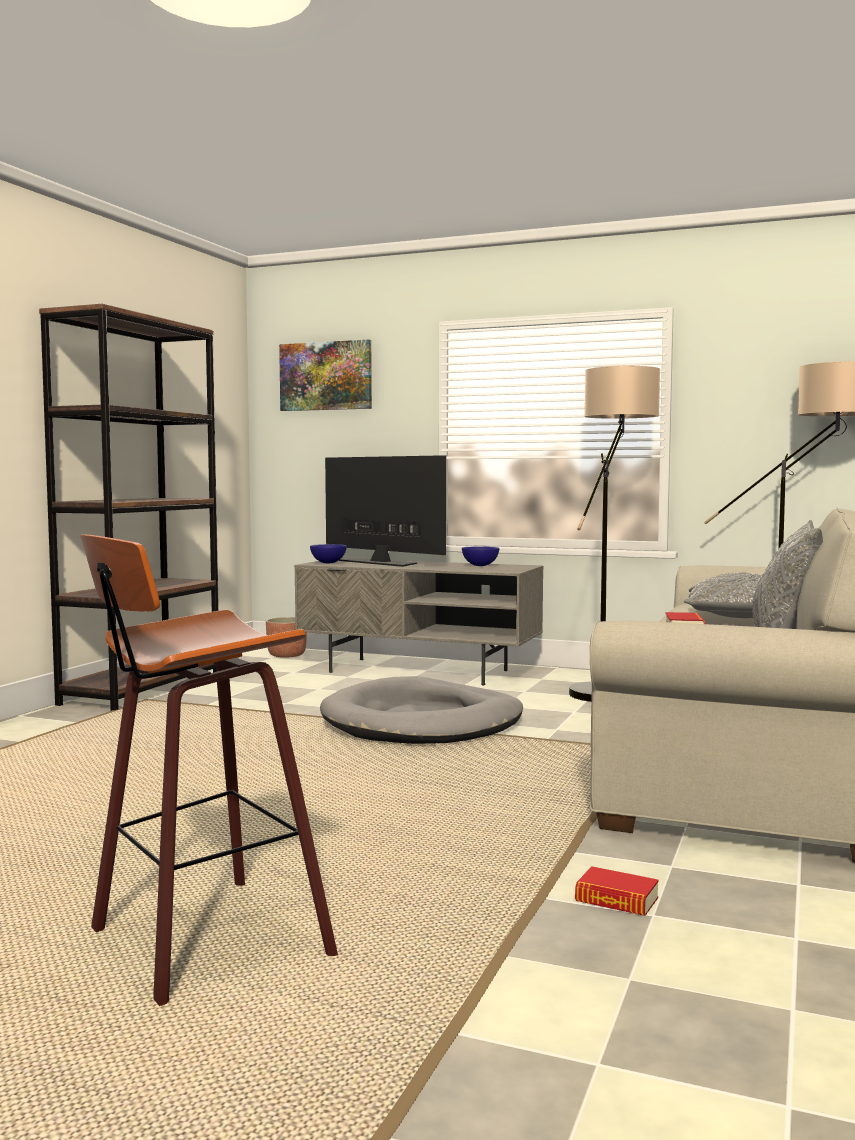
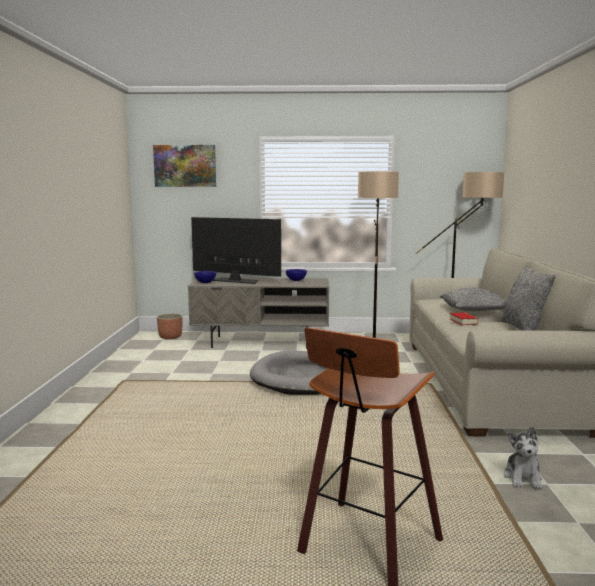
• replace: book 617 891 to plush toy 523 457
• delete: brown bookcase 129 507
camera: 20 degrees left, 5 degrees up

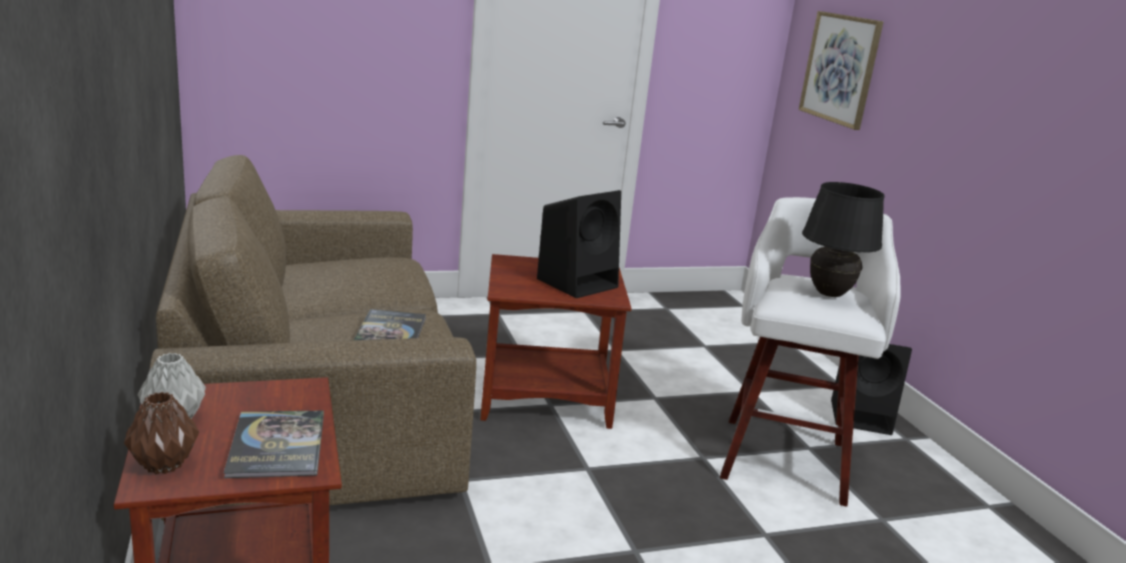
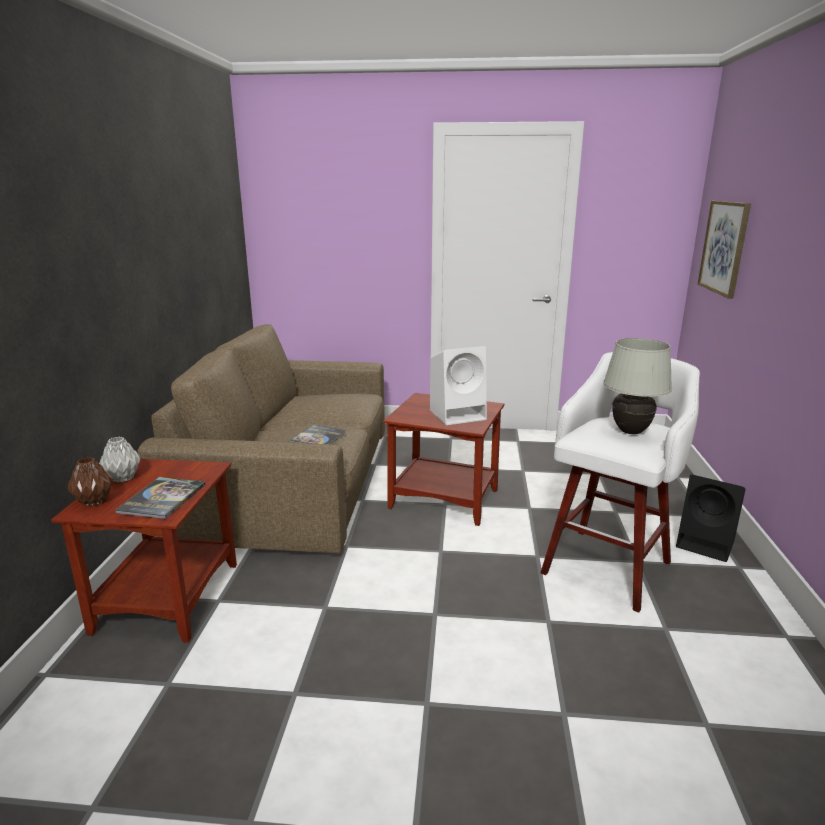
• recolor: black speaker 579 244 to white speaker 458 385
• recolor: black table lamp 843 239 to white table lamp 637 386
camera: 25 degrees right, 0 degrees up

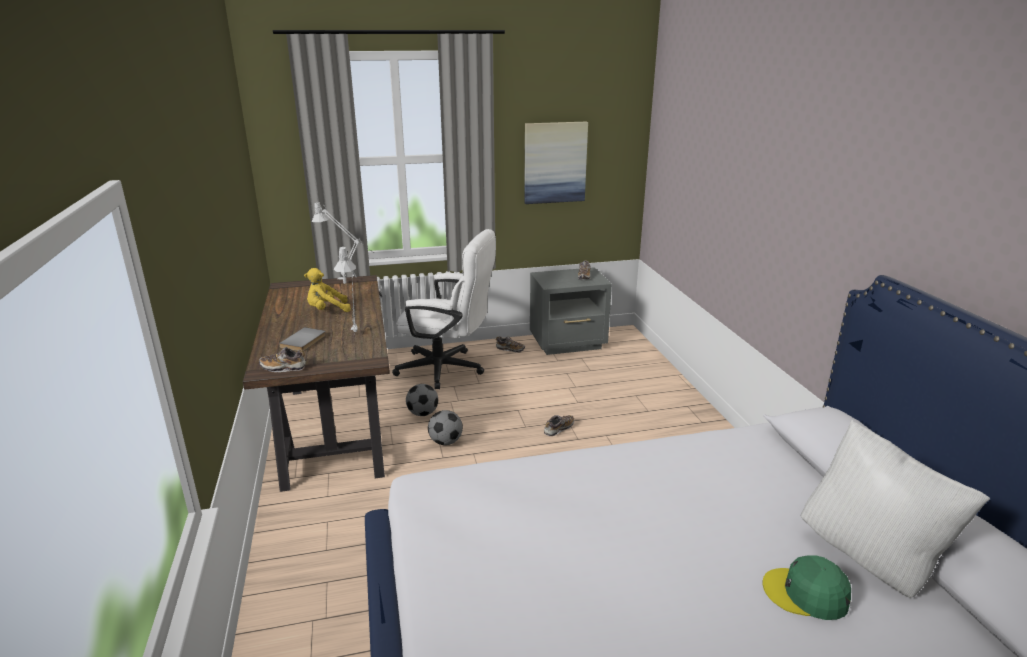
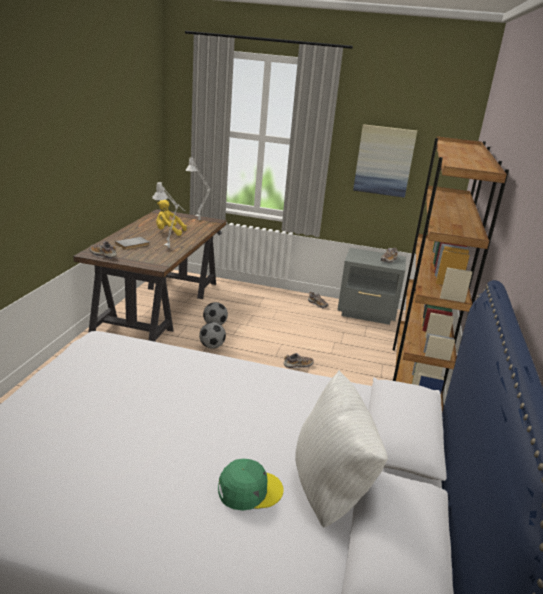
• rotate: green cap 807 587 = 251 484 120 degrees clockwise
• insert: brown bookcase 451 274
• delete: white office chair 444 309
camera: 25 degrees right, 0 degrees up

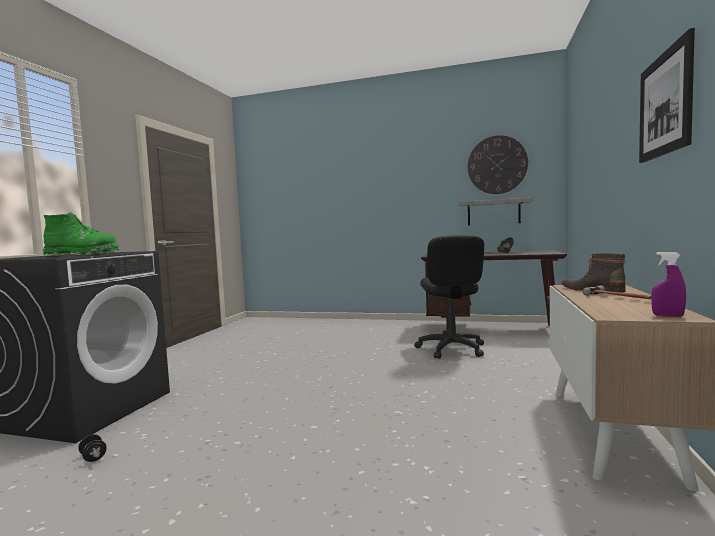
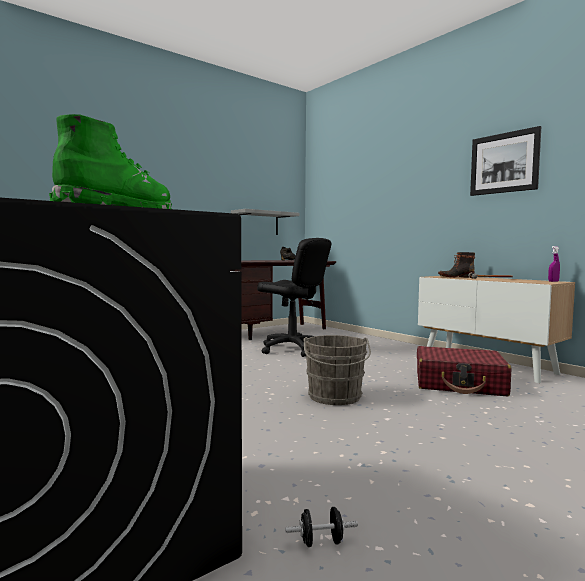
• insert: grey bucket 337 370
• insert: red suitcase 464 371
• delete: wall clock 498 164
camera: 55 degrees left, 0 degrees up

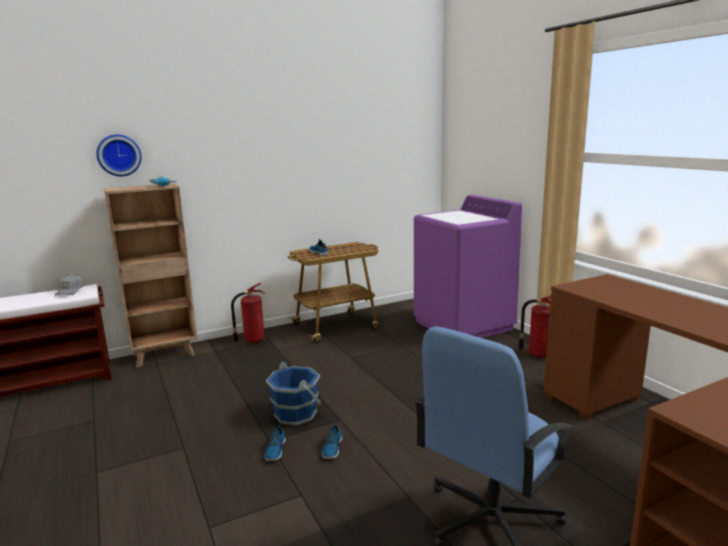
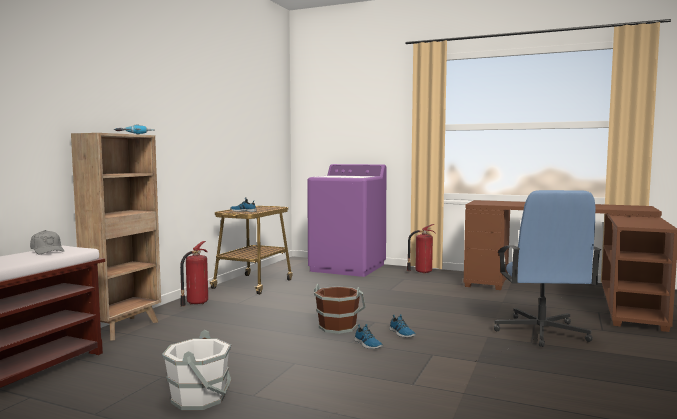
• insert: white bucket 196 370
• recolor: blue bucket 293 393 to brown bucket 340 309
• delete: wall clock 119 155
camera: 40 degrees left, 10 degrees down

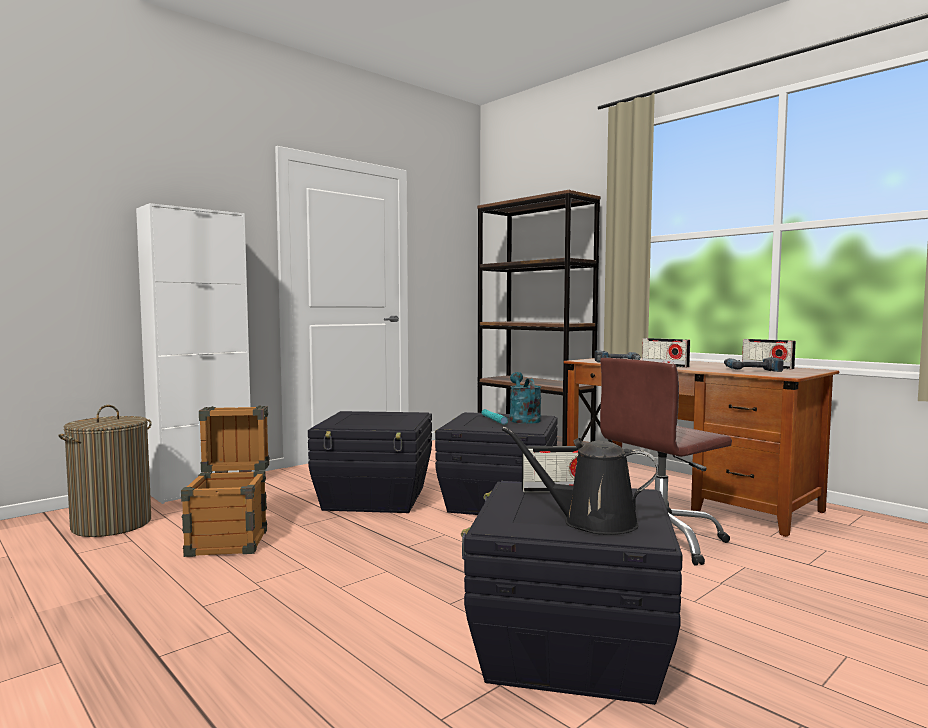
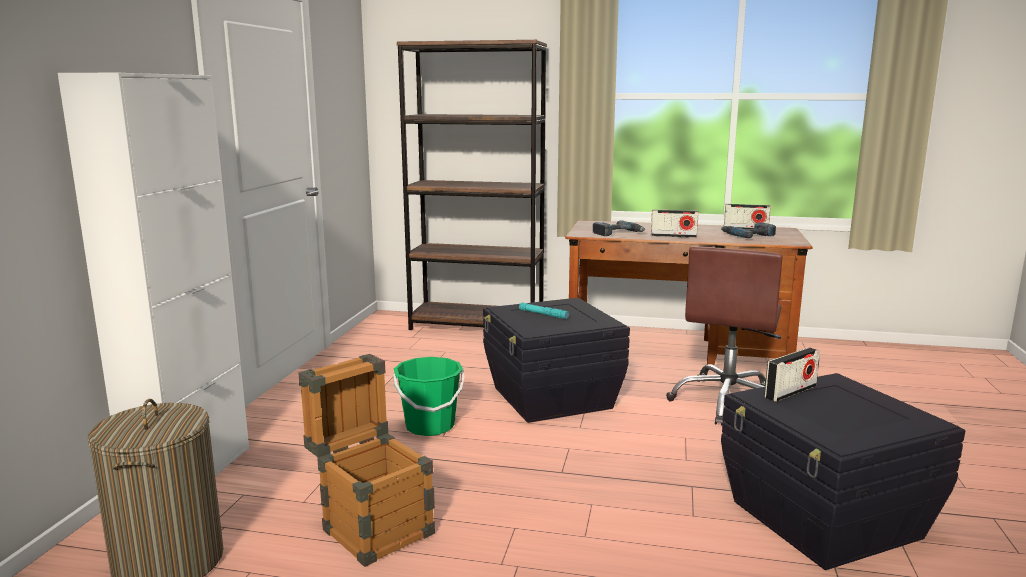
• replace: black storage box 370 462 to green bucket 429 396
• delete: black watering can 580 481
• delete: turquoise watering can 525 398
camera: 35 degrees left, 10 degrees up

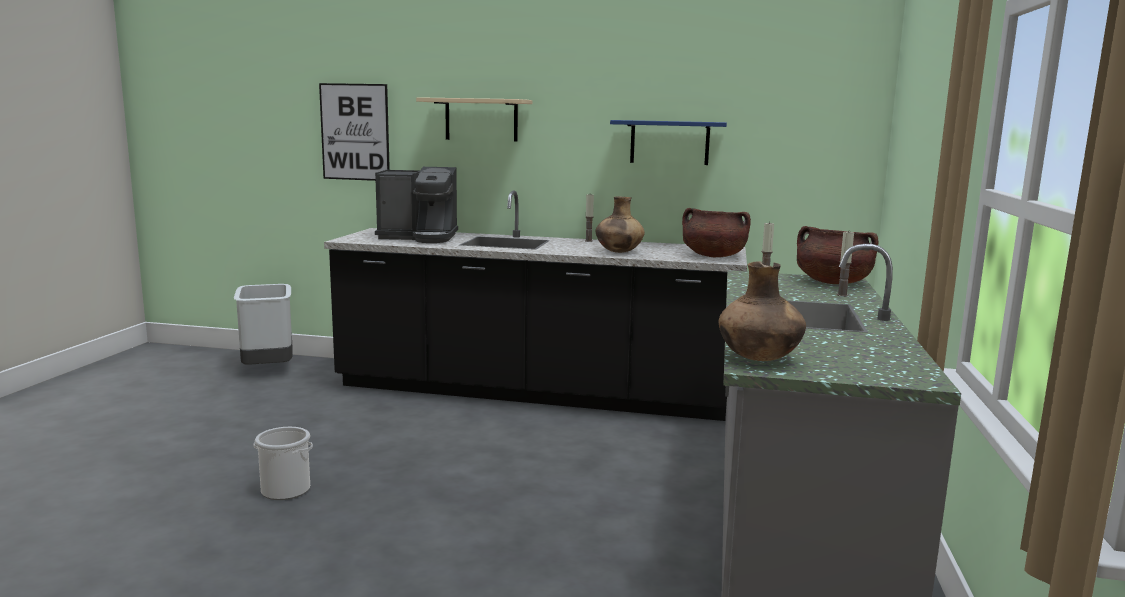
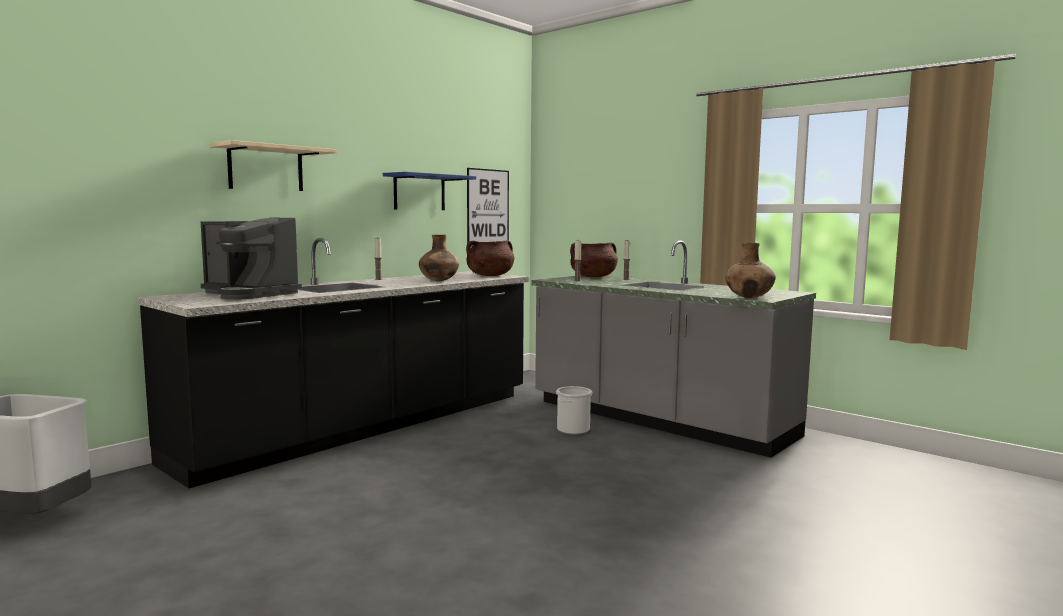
• rotate: coffee machine 416 205 = 251 259 90 degrees clockwise
• move: picture 354 132 to 488 205
• move: bucket 283 463 to 574 410
camera: 60 degrees left, 5 degrees down

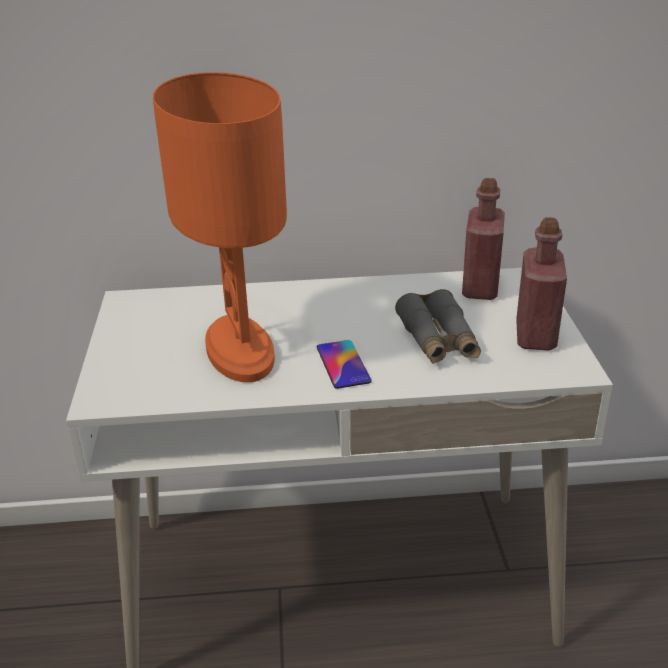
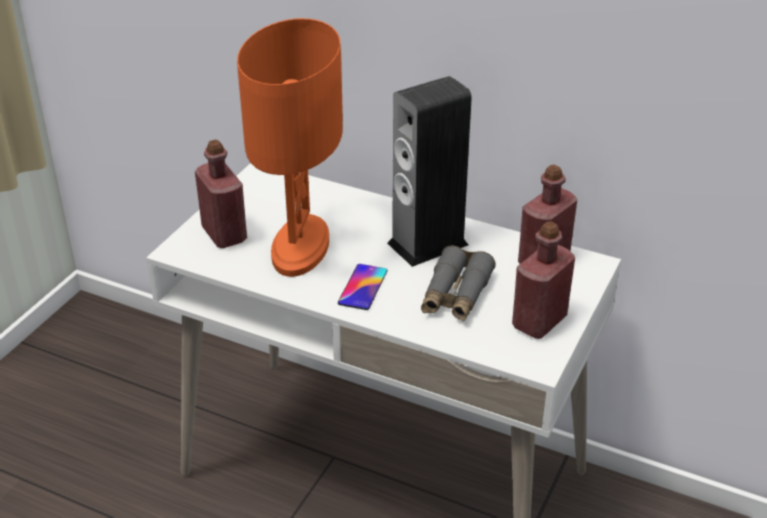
• insert: red bottle 221 194
• insert: speaker 429 171
camera: 30 degrees right, 5 degrees up

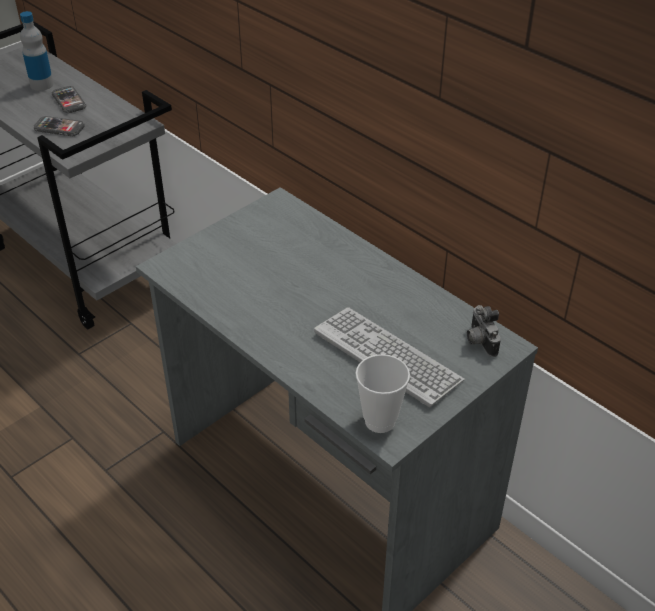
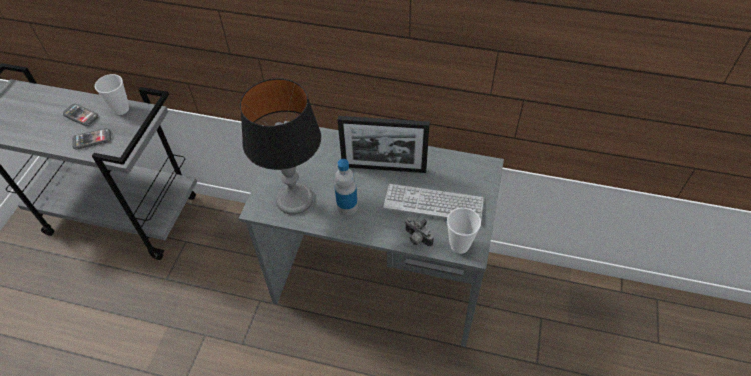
• insert: cup 112 94
• insert: table lamp 280 146
• move: bottle 37 51 to 346 187
• insert: picture frame 383 144
• move: photo camera 484 331 to 419 232
camera: 30 degrees left, 10 degrees up

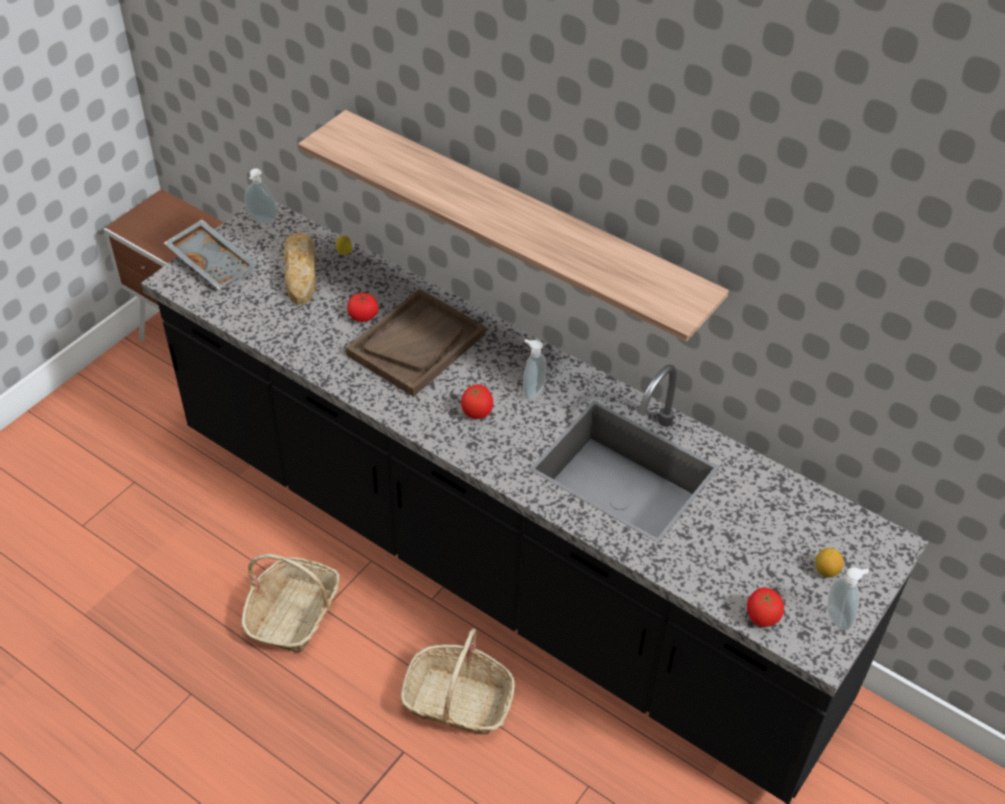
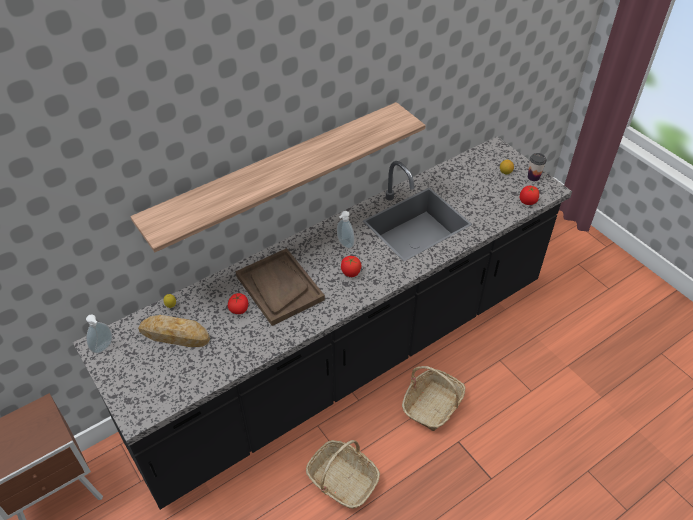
• replace: soap dispenser 848 599 to cup 537 167
• delete: grey tray 210 254
camera: 70 degrees left, 0 degrees up

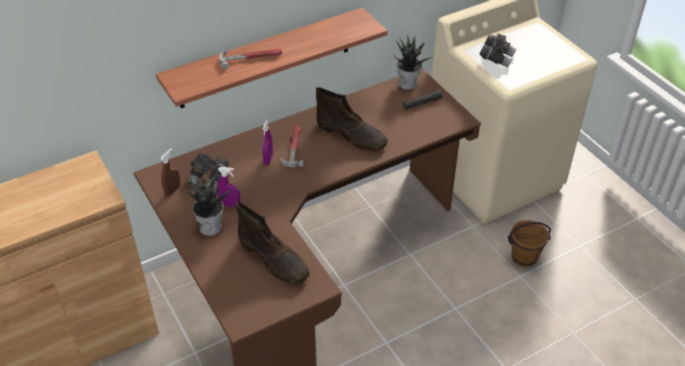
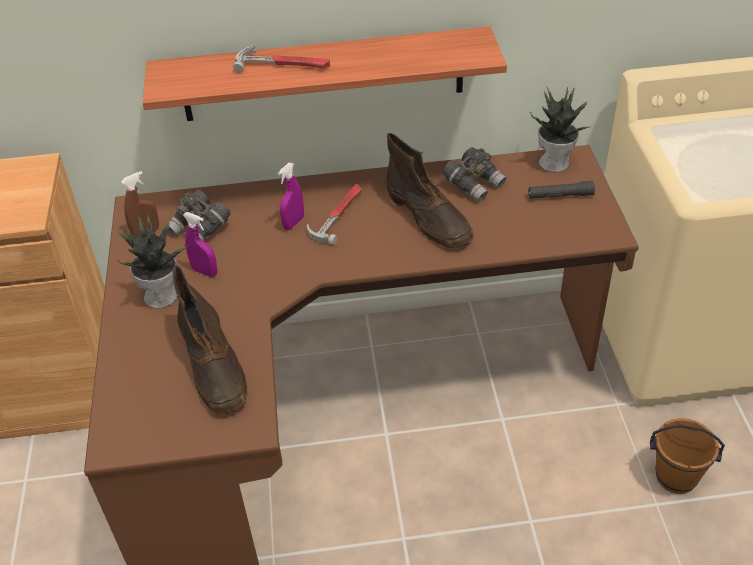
• move: grey binoculars 498 51 to 474 174
camera: 25 degrees right, 0 degrees up

